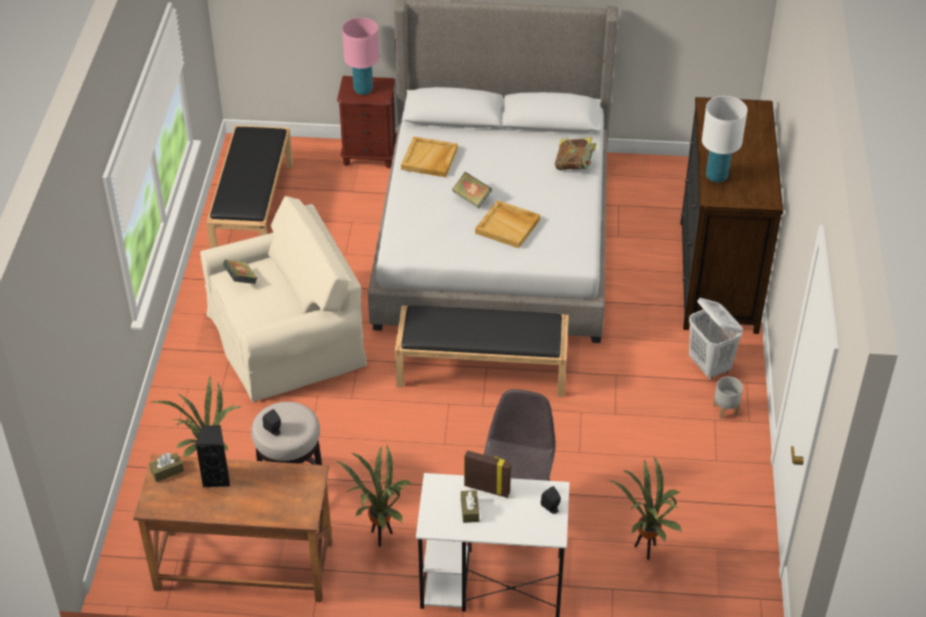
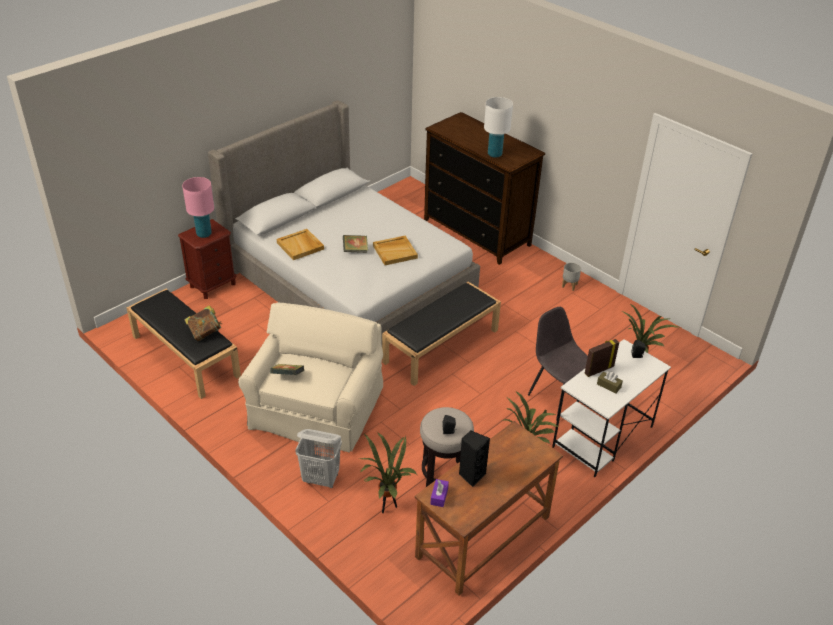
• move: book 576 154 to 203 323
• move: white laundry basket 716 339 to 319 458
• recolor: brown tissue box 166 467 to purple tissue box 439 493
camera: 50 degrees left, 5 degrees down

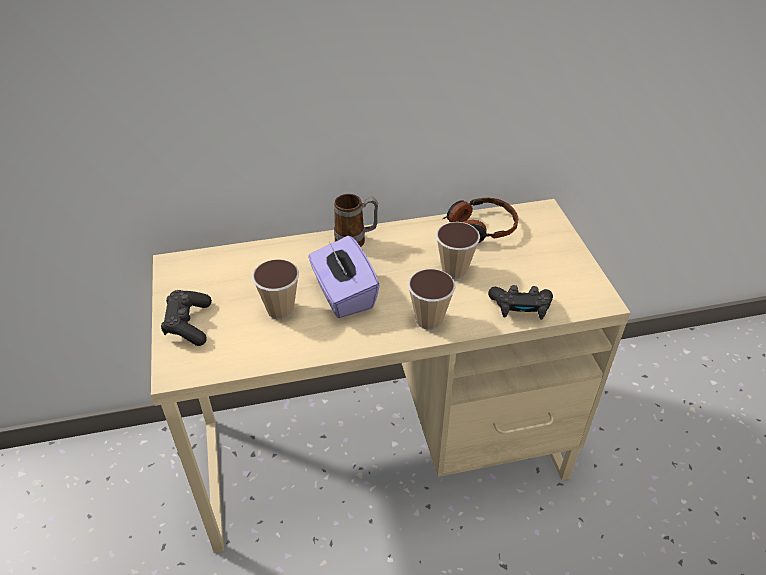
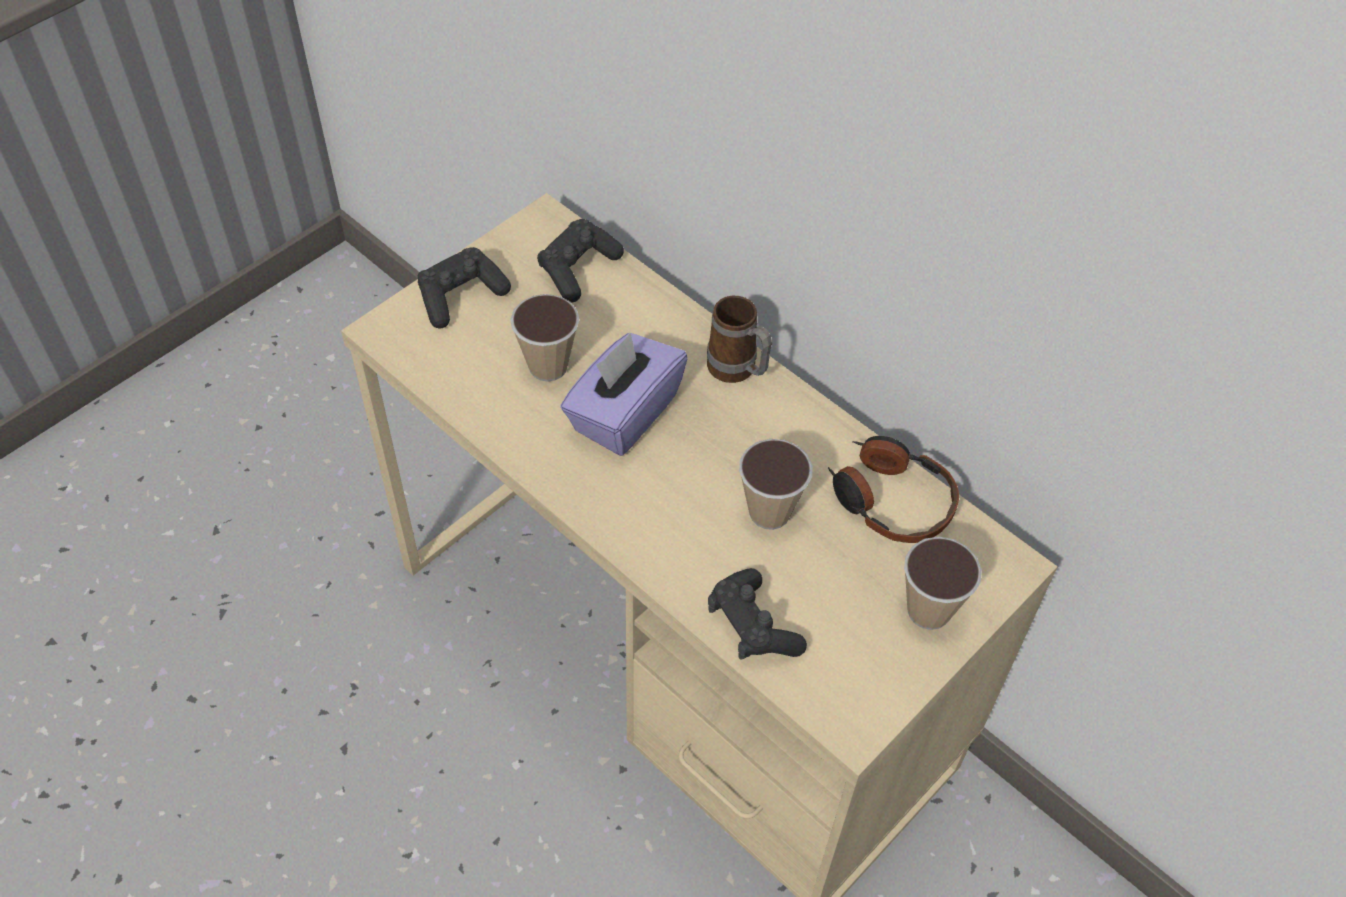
• insert: black game controller 580 261
• move: cup 432 299 to 943 583
camera: 55 degrees right, 10 degrees up

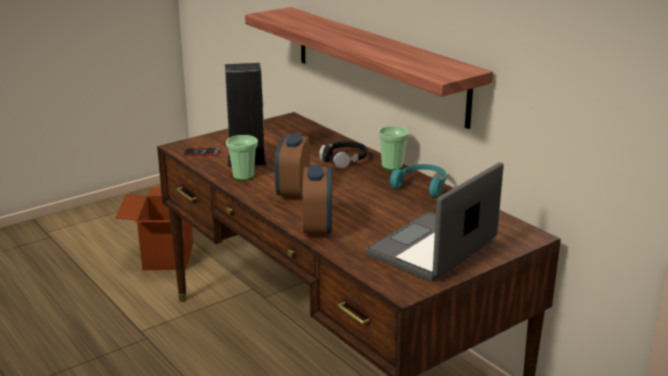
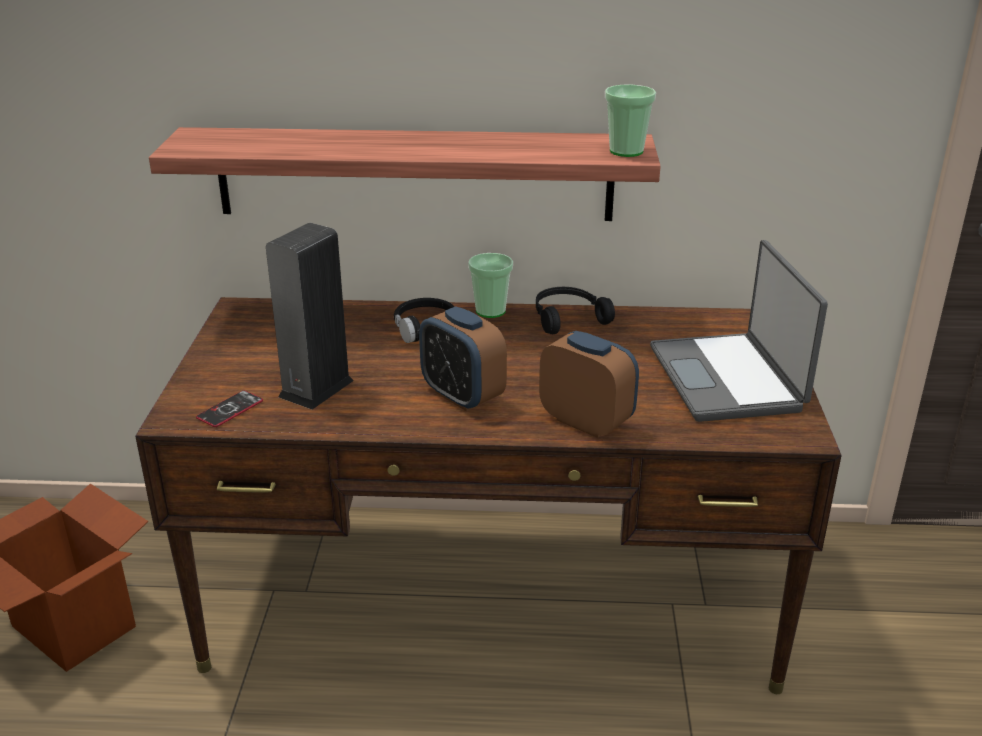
• recolor: turquoise headphones 418 180 to black headphones 575 310
• move: cup 242 157 to 630 120
camera: 50 degrees left, 5 degrees up

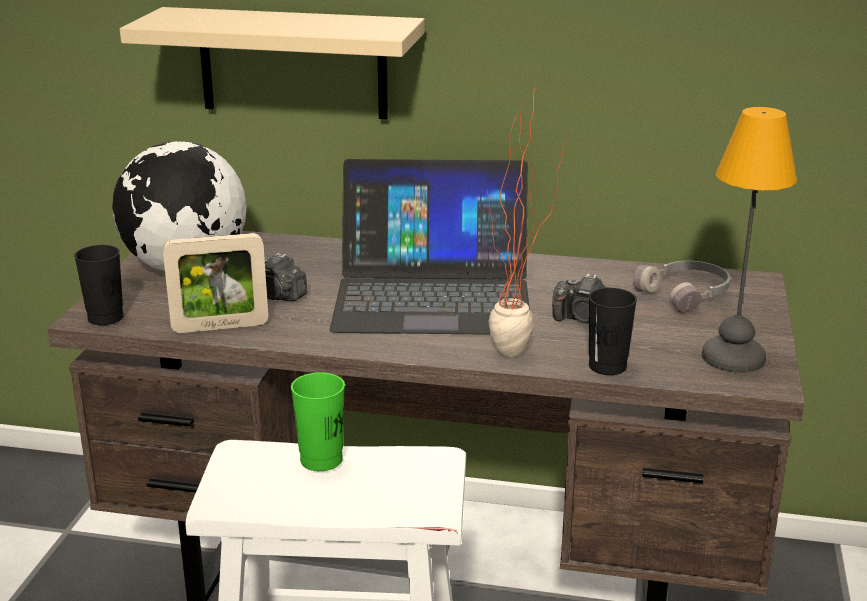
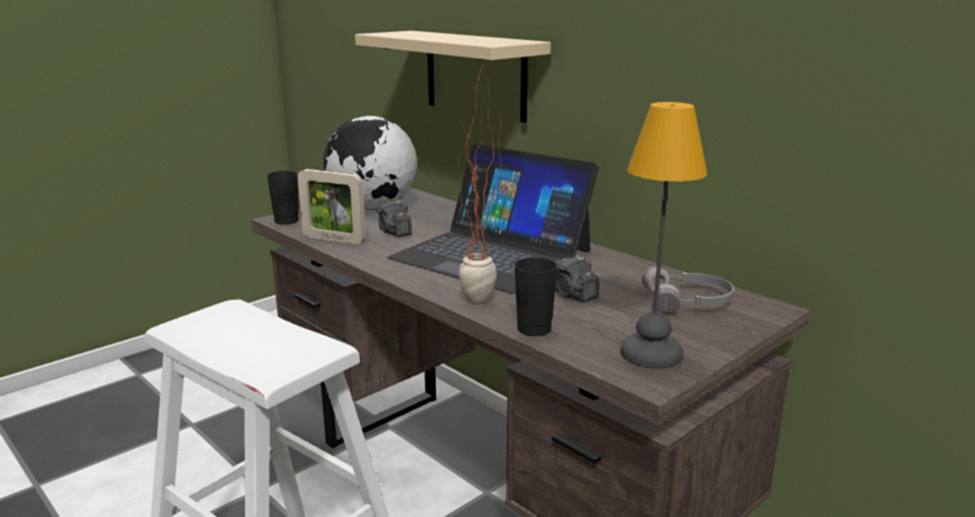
• delete: green cup 318 421
camera: 35 degrees right, 5 degrees down

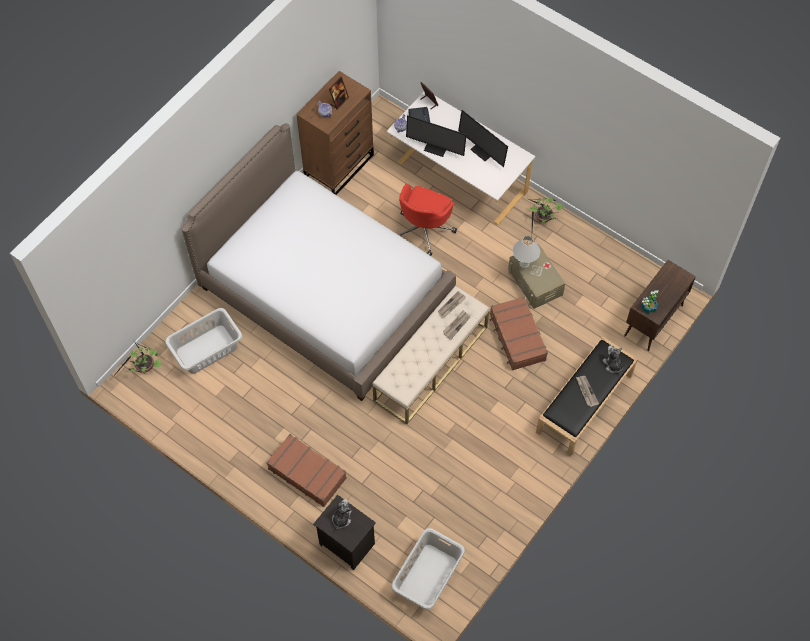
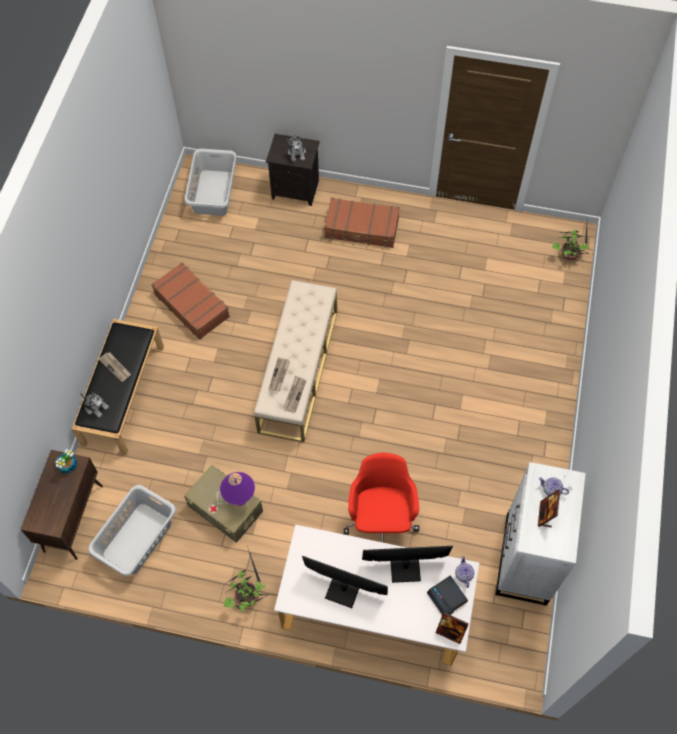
• move: grey laundry basket 204 341 to 132 530
• move: brown suitcase 519 333 to 190 301
• recolor: white table lamp 526 252 to purple table lamp 237 489
• recolor: brown dresser 335 133 to white dresser 540 534
• delete: bed 319 262
camera: 155 degrees right, 0 degrees up

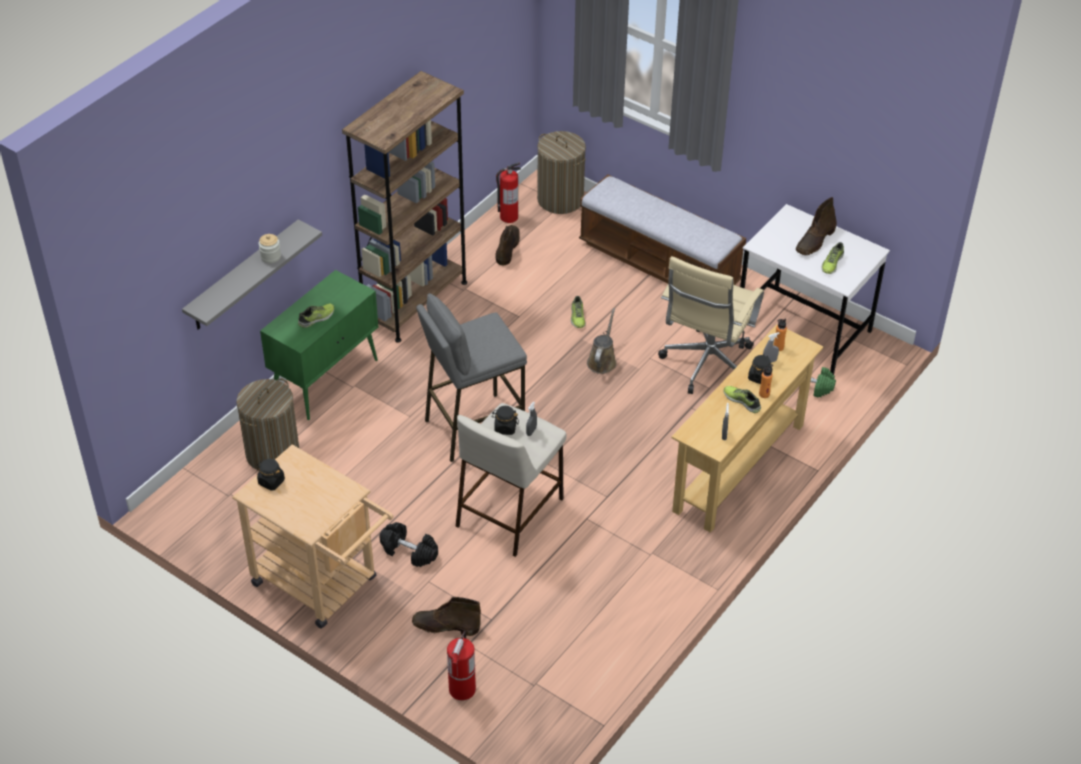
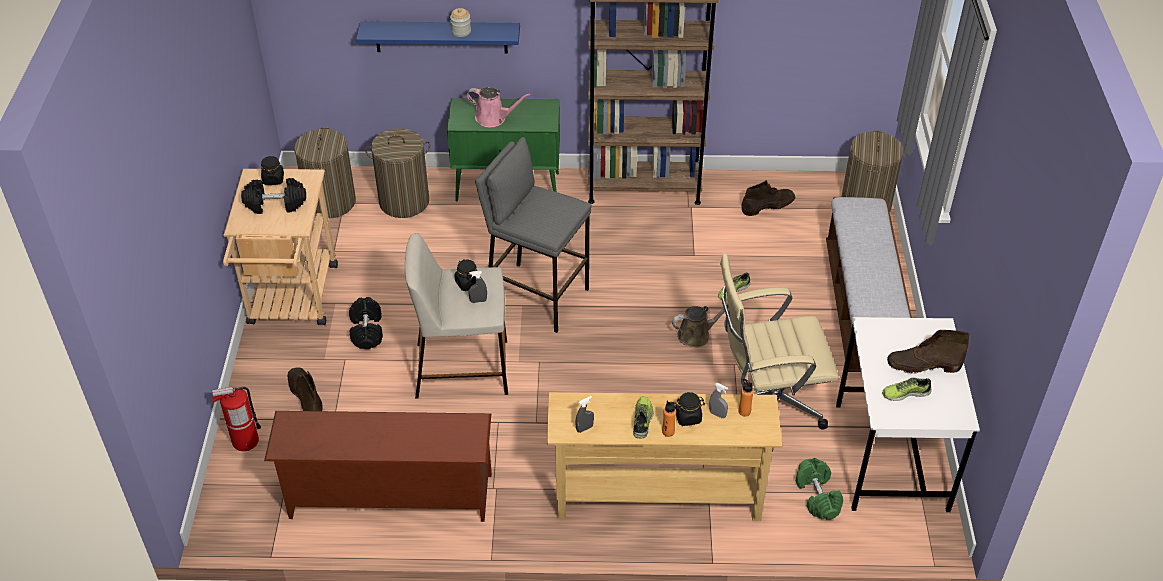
• insert: black dumbbell 273 196
• insert: brown shoe rack 378 466
• insert: laundry basket 325 172
• recolor: grey shelf 252 274 to blue shelf 438 37
• replace: shoe 316 316 to pink watering can 498 107
• delete: fire extinguisher 508 192
camera: 55 degrees right, 0 degrees up

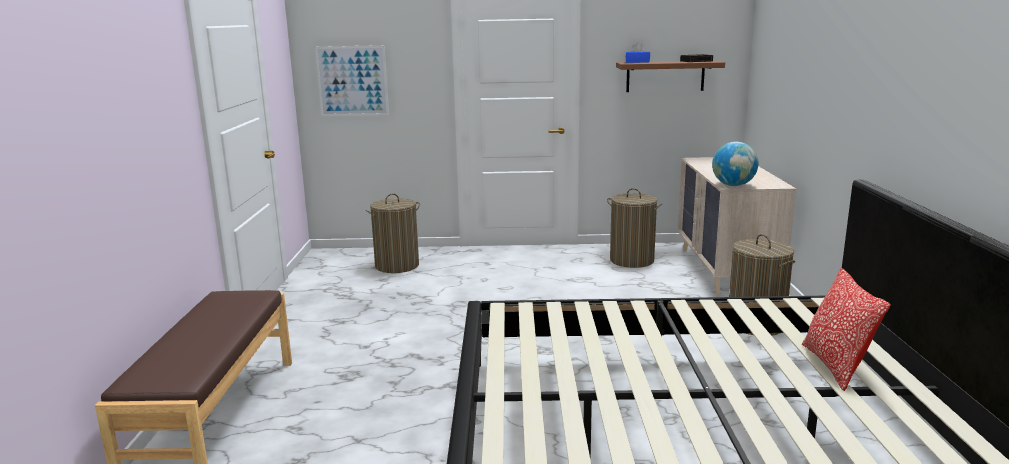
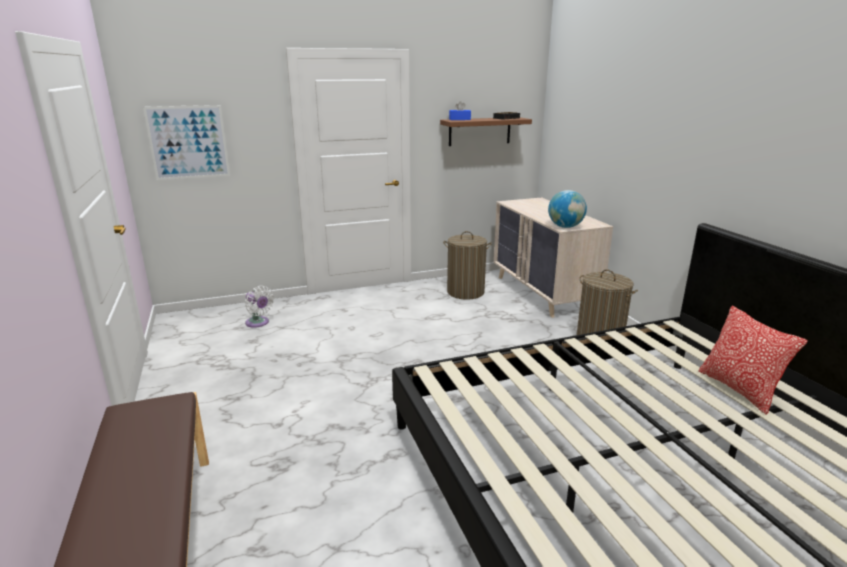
• replace: laundry basket 393 233 to white fan 259 307
camera: 20 degrees left, 5 degrees up

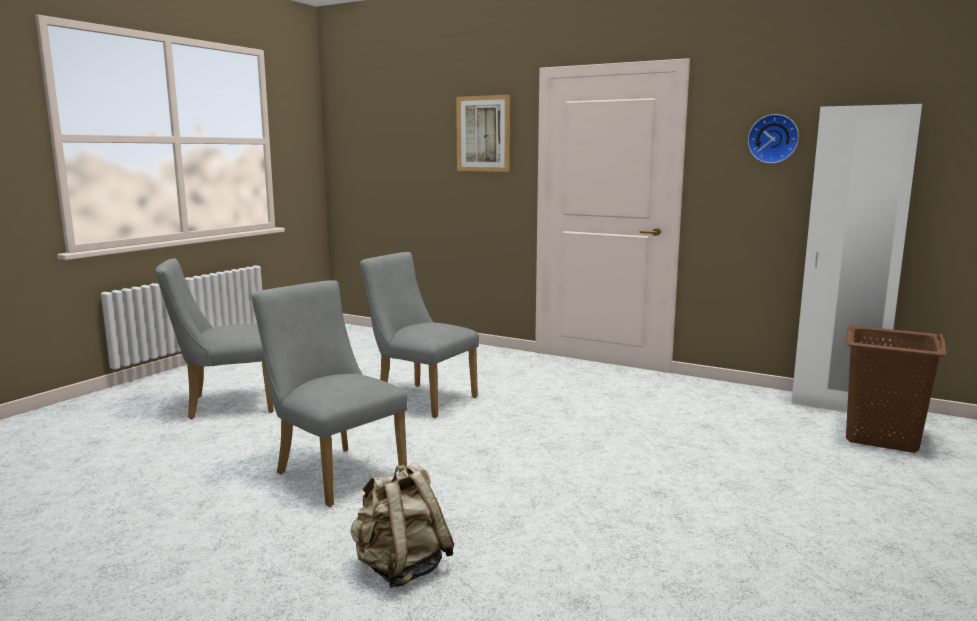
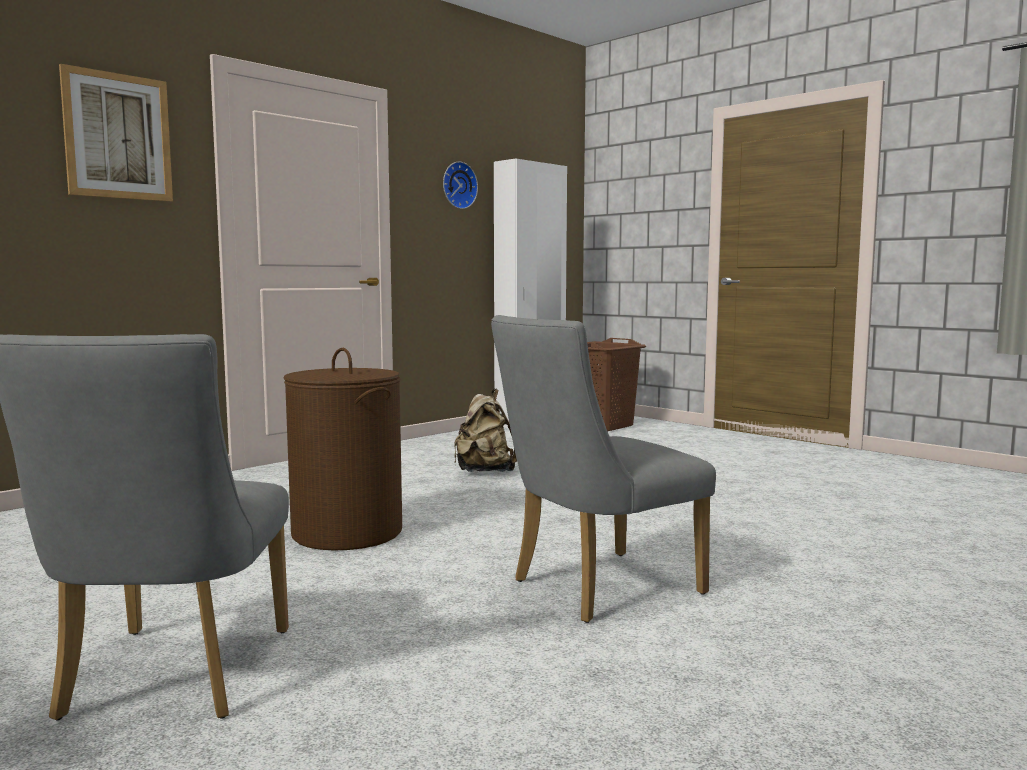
• replace: grey chair 419 335 to brown laundry basket 343 449
• move: beige backpack 402 525 to 485 430
camera: 75 degrees left, 5 degrees down

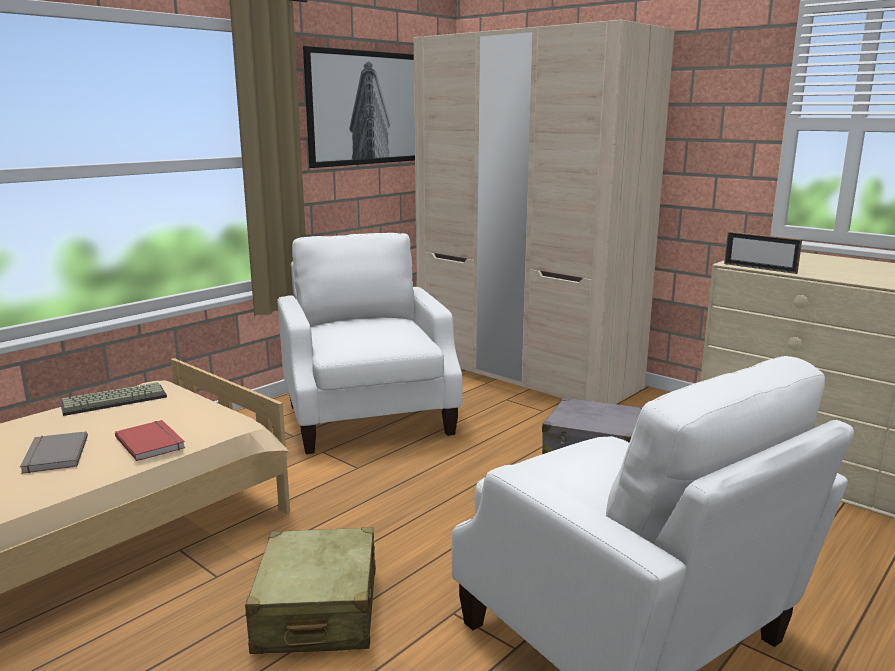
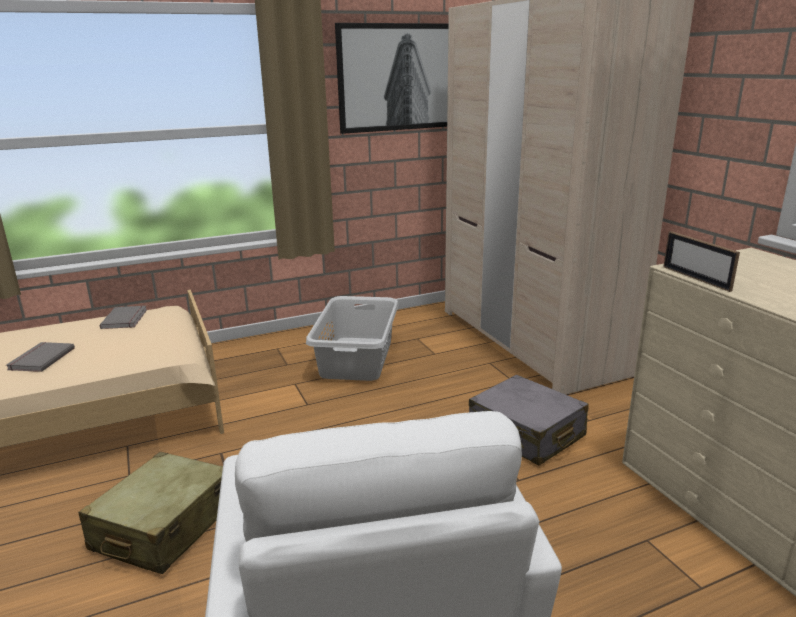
• replace: keyboard 113 399 to grey book 123 317
• replace: white armchair 370 343 to grey laundry basket 352 338
• delete: red book 150 440
camera: 25 degrees right, 5 degrees up

